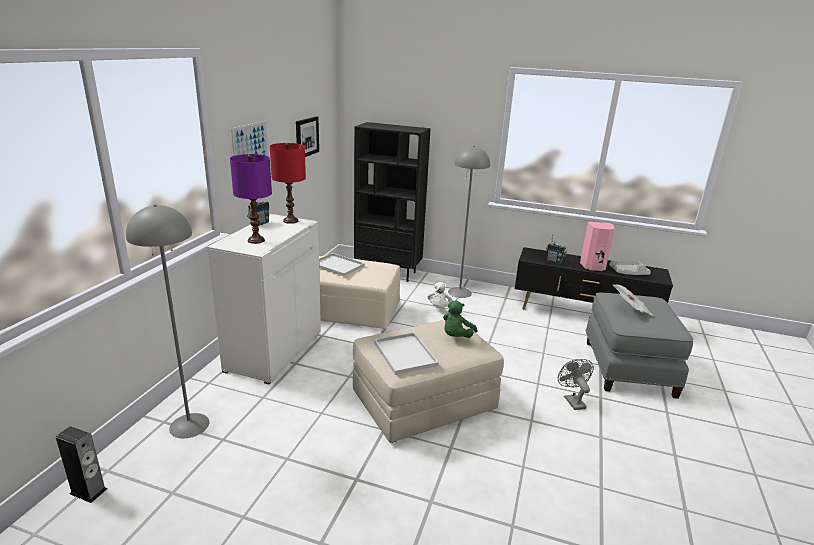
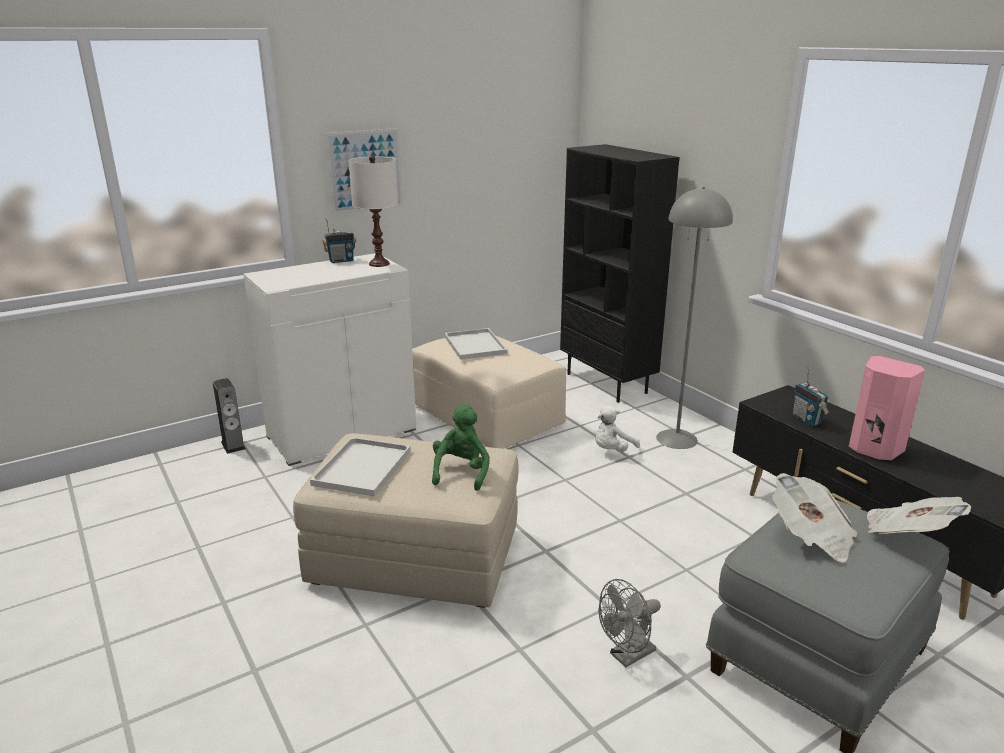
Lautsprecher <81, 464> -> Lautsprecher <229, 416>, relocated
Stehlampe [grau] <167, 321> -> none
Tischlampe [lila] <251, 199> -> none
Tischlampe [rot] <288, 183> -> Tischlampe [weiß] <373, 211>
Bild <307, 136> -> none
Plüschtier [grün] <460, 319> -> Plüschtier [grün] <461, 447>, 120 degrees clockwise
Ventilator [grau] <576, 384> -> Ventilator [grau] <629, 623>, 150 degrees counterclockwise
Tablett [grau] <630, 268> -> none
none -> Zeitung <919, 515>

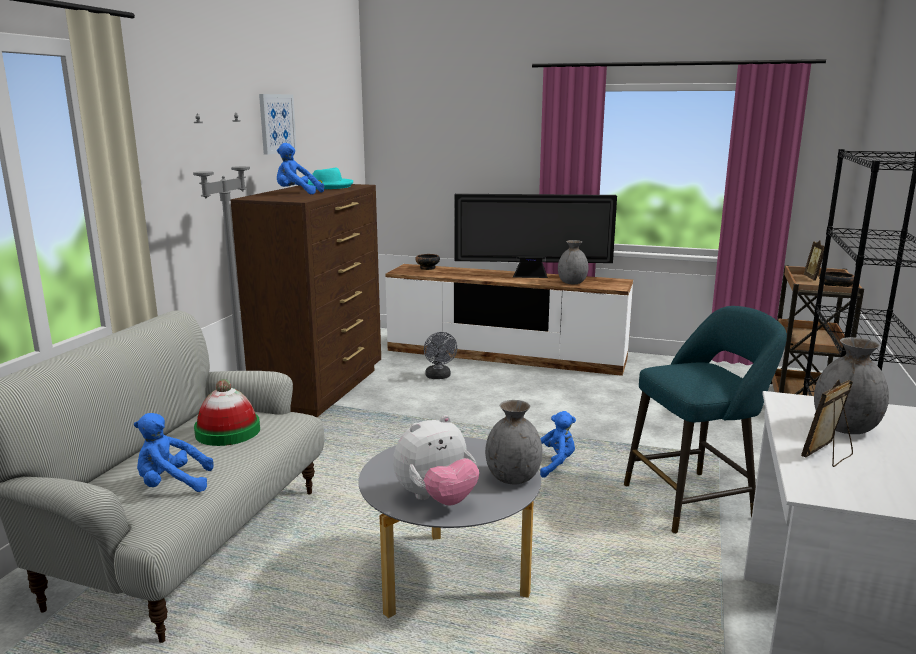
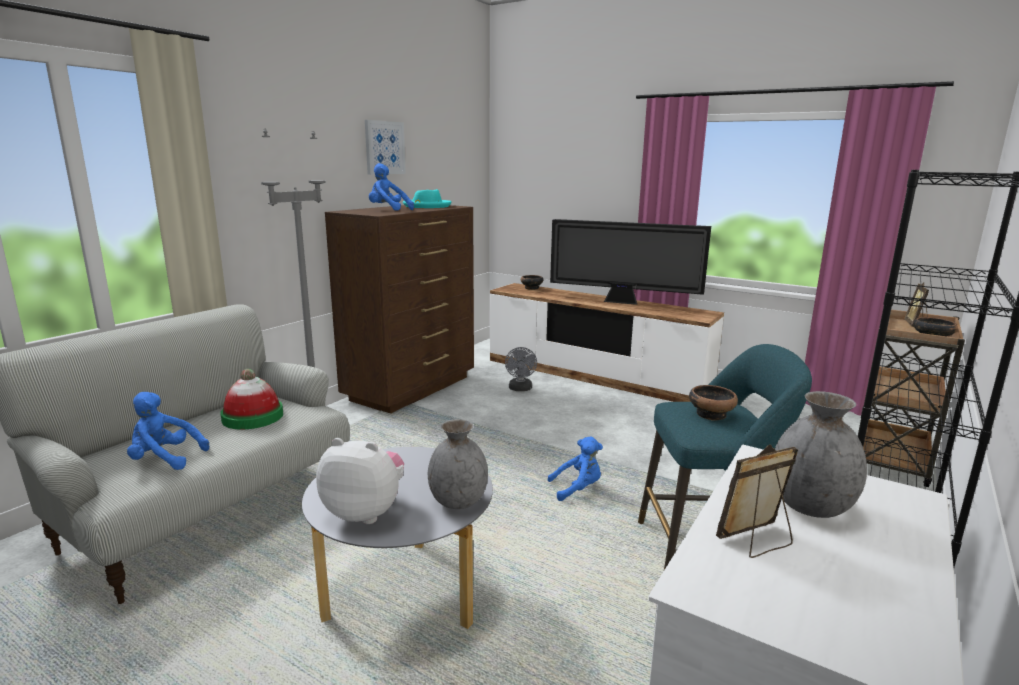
Plüschtier <436, 460> -> Plüschtier <360, 481>, 150 degrees counterclockwise
Vase [grau] <573, 262> -> none
none -> Schüssel <713, 402>

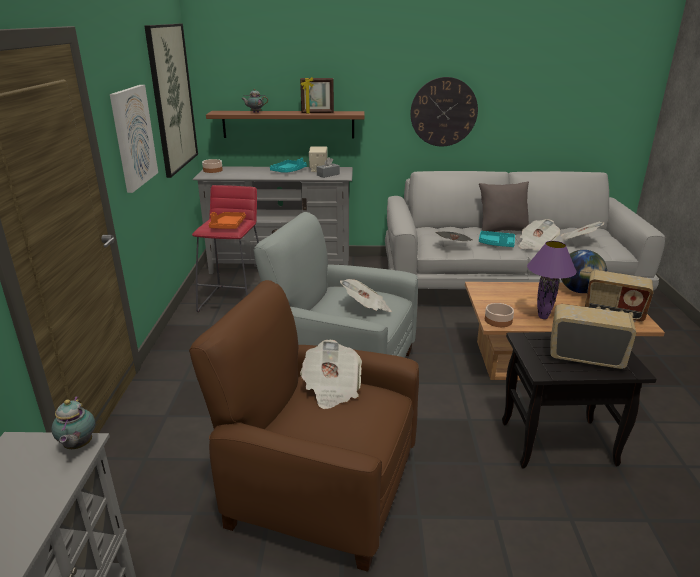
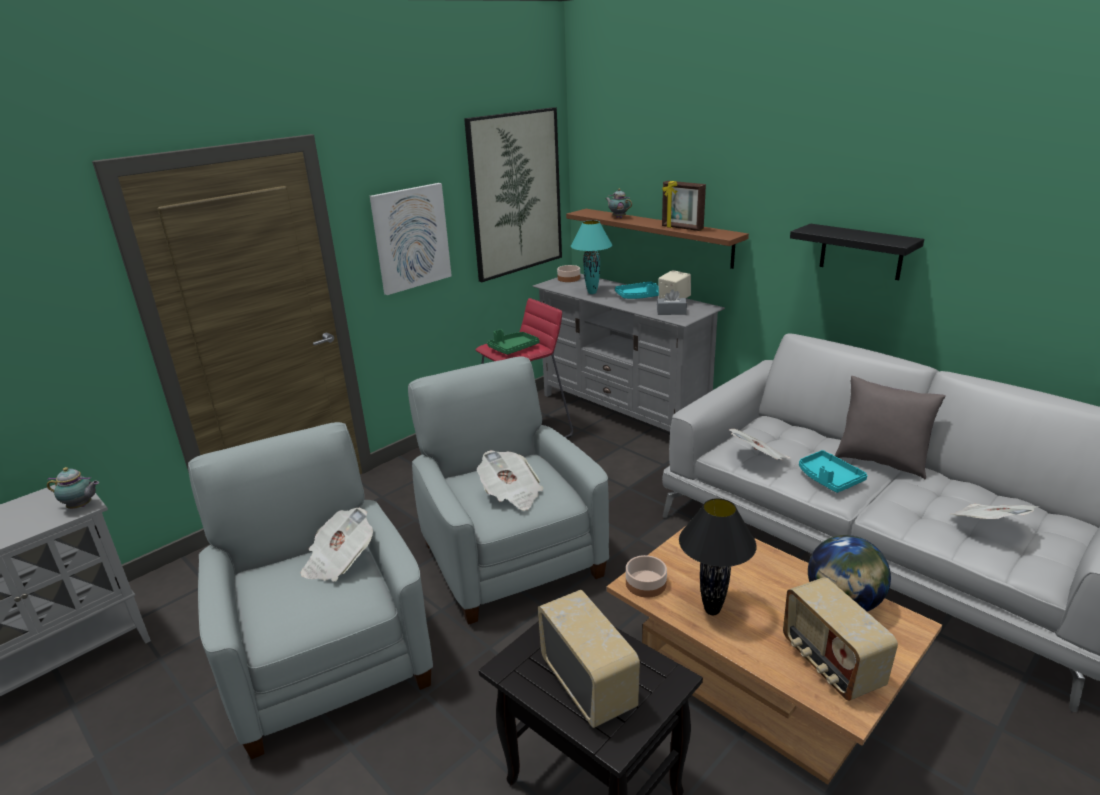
Teekanne <73, 422> -> Teekanne <73, 488>, 120 degrees counterclockwise
Sessel [braun] <304, 426> -> Sessel [grau] <310, 590>
Tablett [orange] <227, 220> -> Tablett [grün] <513, 342>
Wanduhr <444, 112> -> Wandregal [schwarz] <857, 252>
Zeitung <539, 234> -> none
Tischlampe [lila] <552, 280> -> Tischlampe [schwarz] <718, 556>
none -> Tischlampe [türkis] <591, 257>

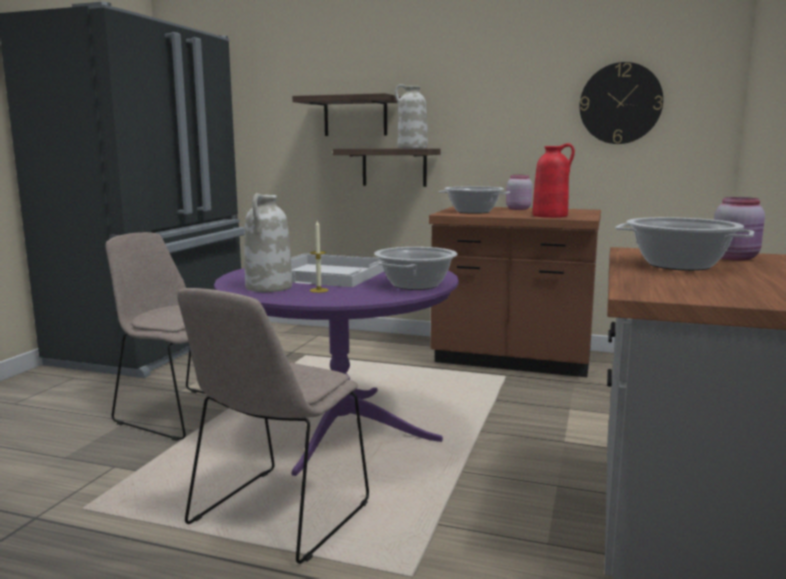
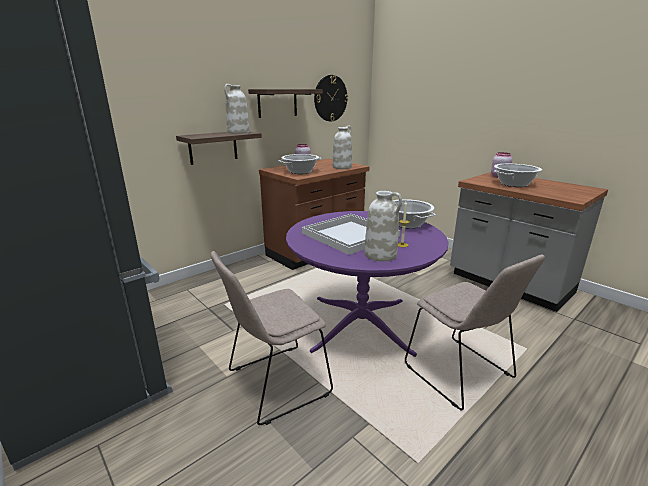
Wandregal <346, 114> -> Wandregal <285, 103>, relocated
Vase [rot] <553, 180> -> Vase [weiß] <342, 147>

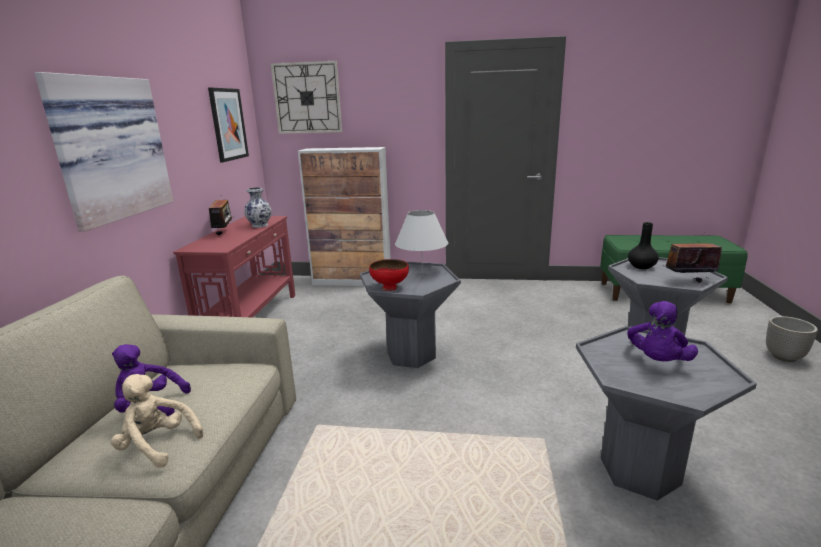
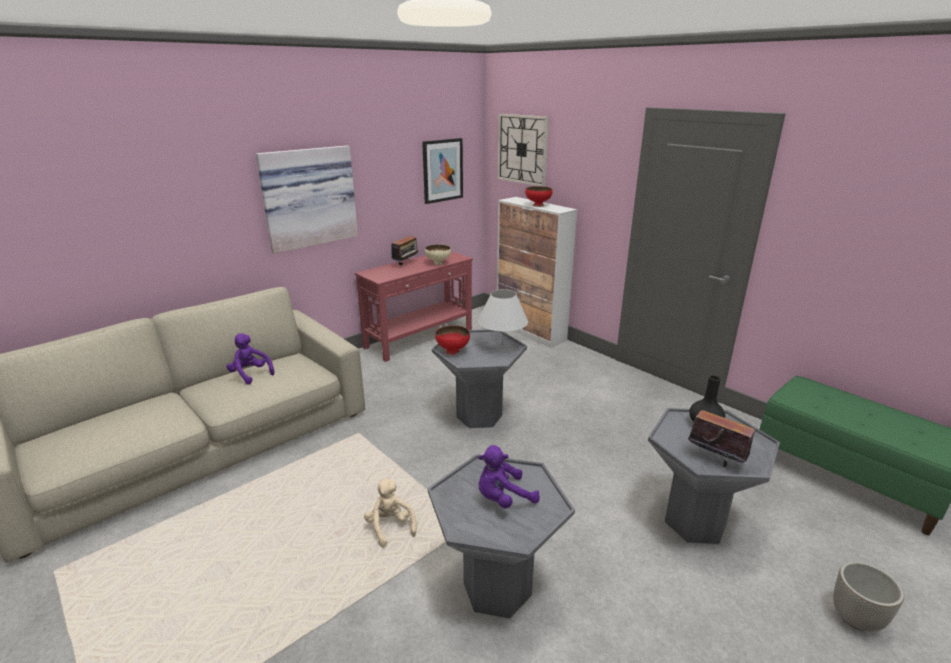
Plüschtier [beige] <157, 421> -> Plüschtier [beige] <390, 513>, relocated
Vase <258, 207> -> Schüssel [beige] <438, 254>
none -> Schüssel [rot] <539, 196>

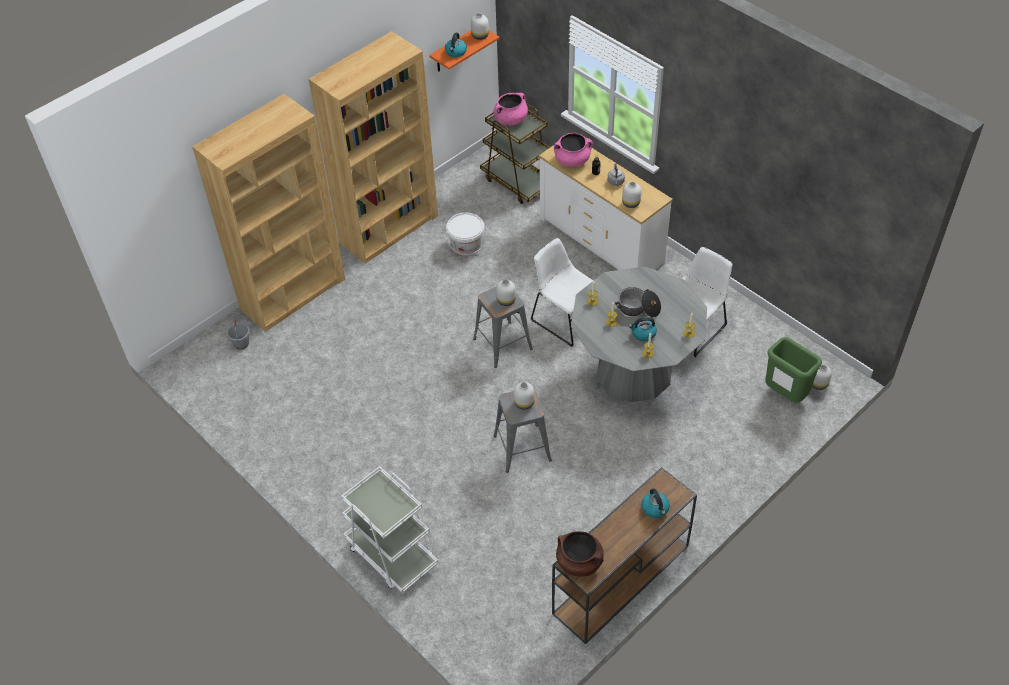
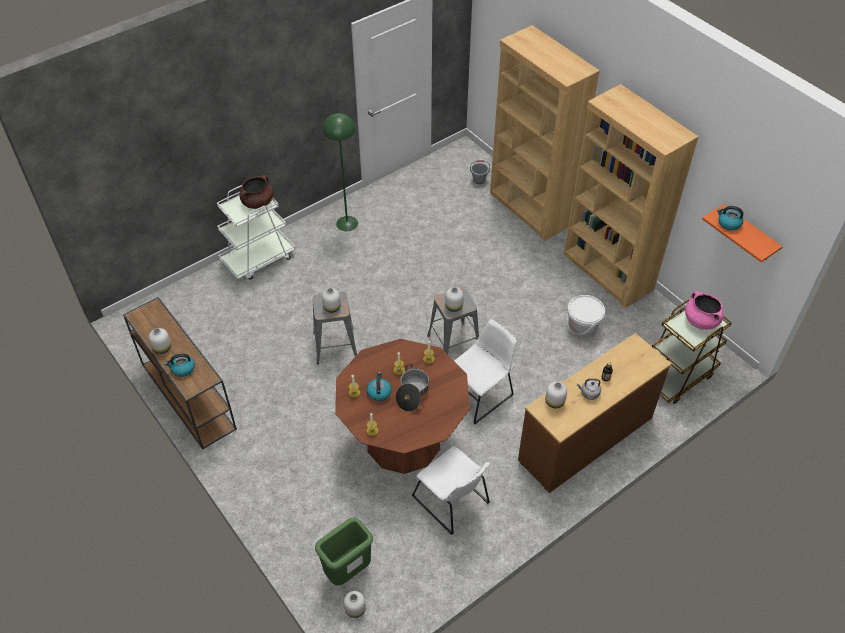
Vase [weiß] <480, 26> -> Vase [weiß] <160, 341>, relocated
Kommode [weiß] <606, 207> -> Kommode [braun] <594, 413>
Kochtopf [rosa] <573, 150> -> none
Kochtopf [braun] <580, 554> -> Kochtopf [braun] <256, 192>, relocated
Esstisch [grau] <639, 334> -> Esstisch [braun] <402, 406>
none -> Stehlampe [grün] <340, 172>

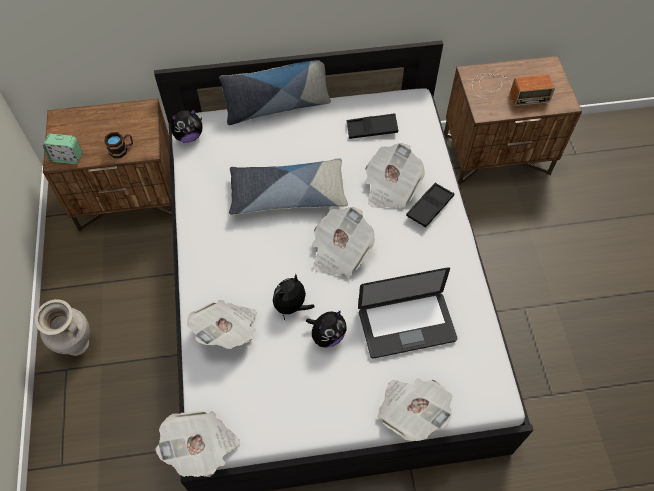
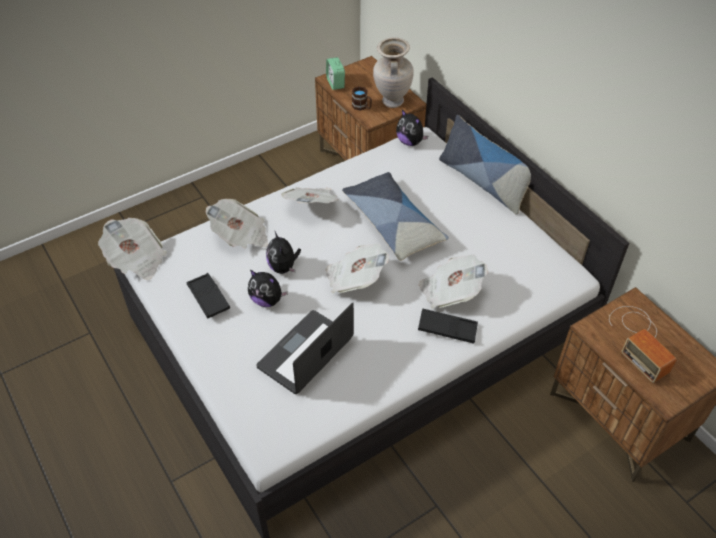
Vase [beige] <62, 327> -> Vase [beige] <393, 72>, relocated
Plüschtier <293, 297> -> Plüschtier <283, 252>, 120 degrees counterclockwise
Tablett [schwarz] <372, 126> -> Tablett [schwarz] <208, 295>, relocated
Laptop <408, 312> -> Laptop <305, 348>, 75 degrees clockwise
Zeitung <415, 410> -> Zeitung <309, 195>, relocated

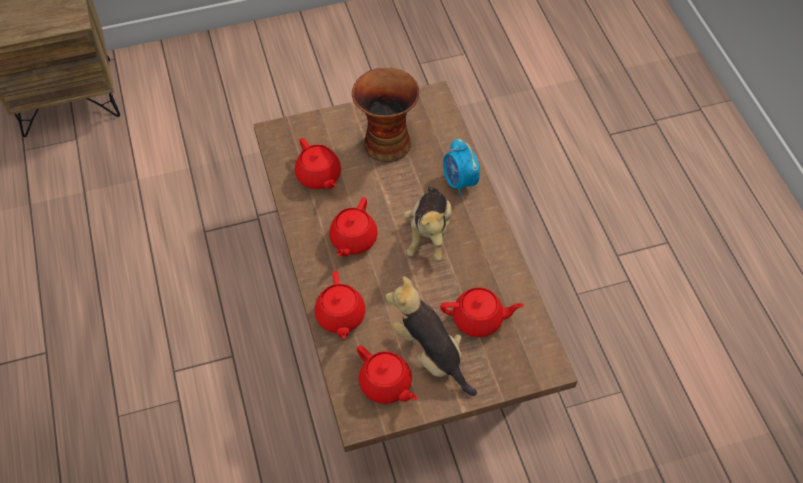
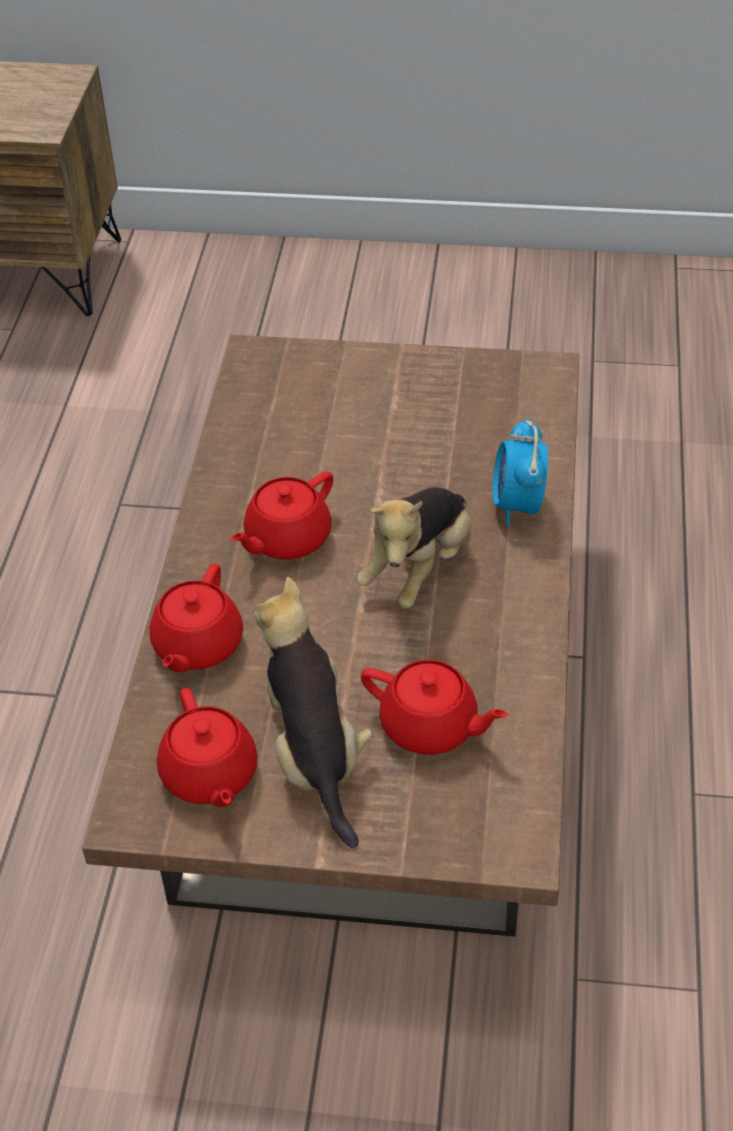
Teekanne [rot] <318, 163> -> none
Vase <385, 115> -> none

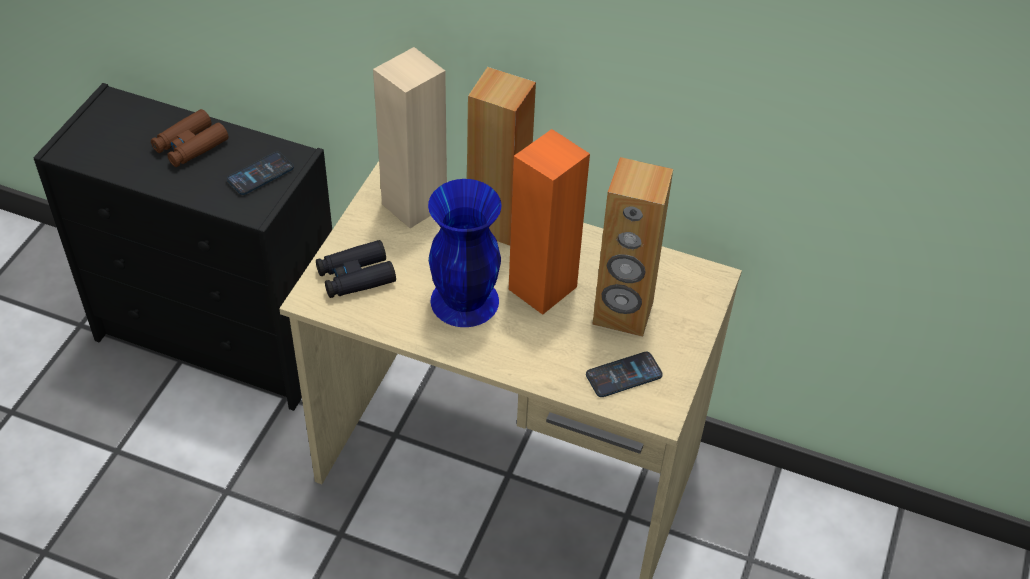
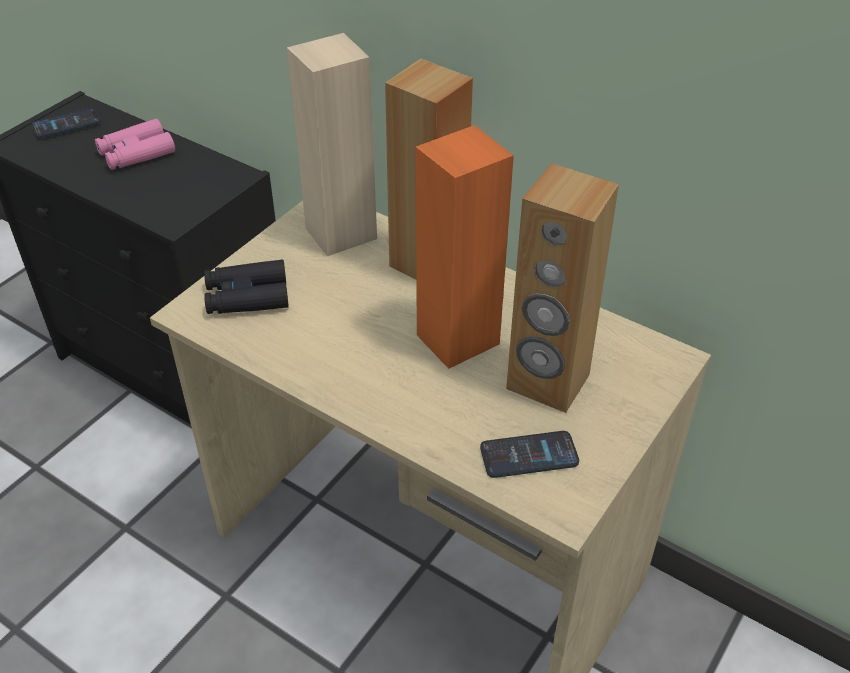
Fernglas [braun] <189, 138> -> Fernglas [rosa] <135, 144>
Handy <260, 173> -> Handy <66, 123>, relocated
Vase [blau] <464, 253> -> none

